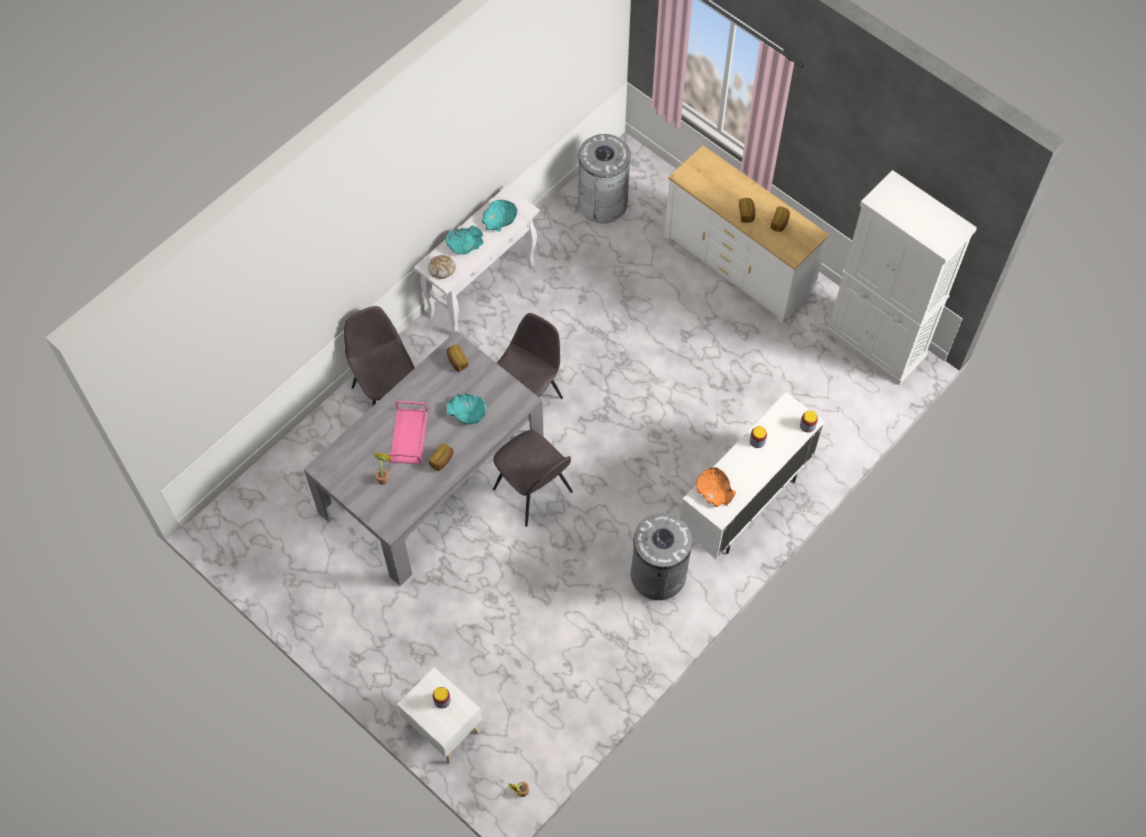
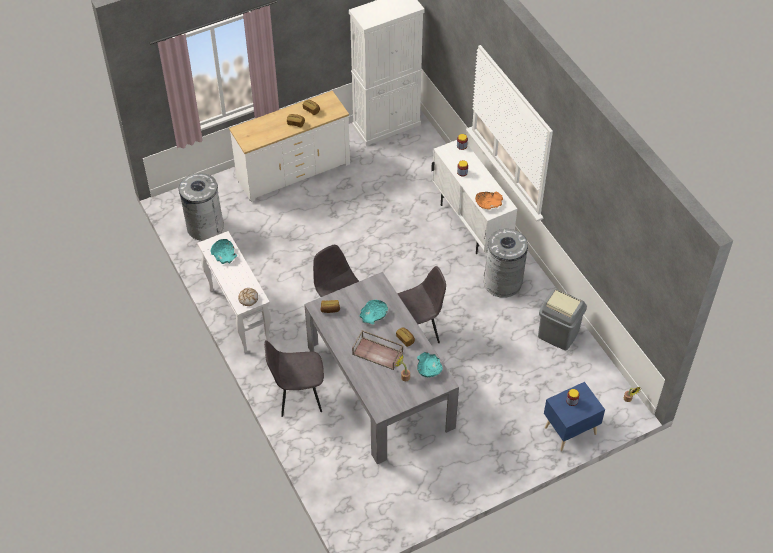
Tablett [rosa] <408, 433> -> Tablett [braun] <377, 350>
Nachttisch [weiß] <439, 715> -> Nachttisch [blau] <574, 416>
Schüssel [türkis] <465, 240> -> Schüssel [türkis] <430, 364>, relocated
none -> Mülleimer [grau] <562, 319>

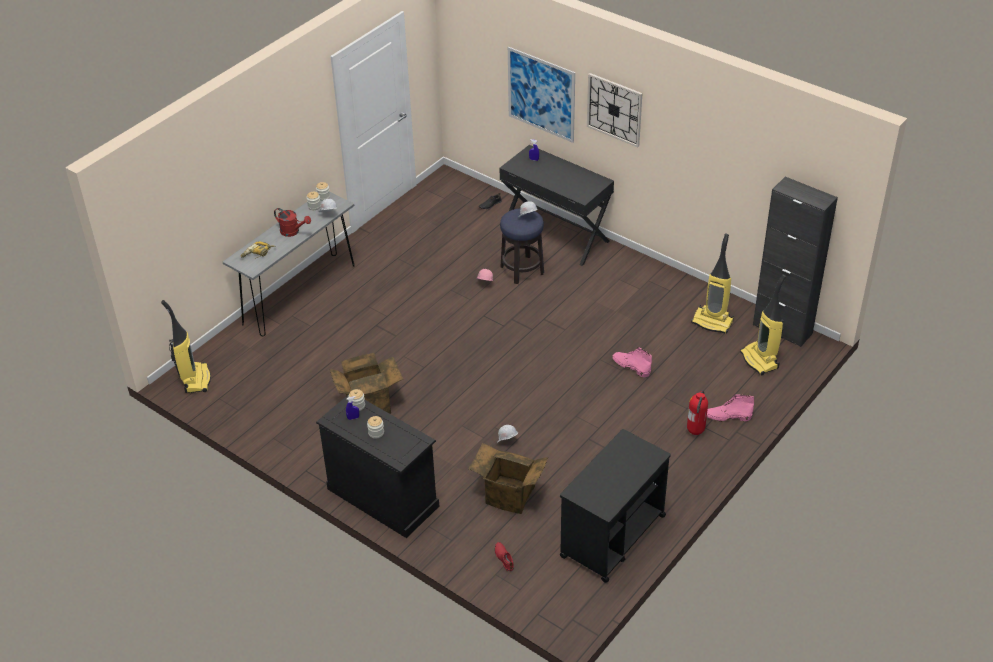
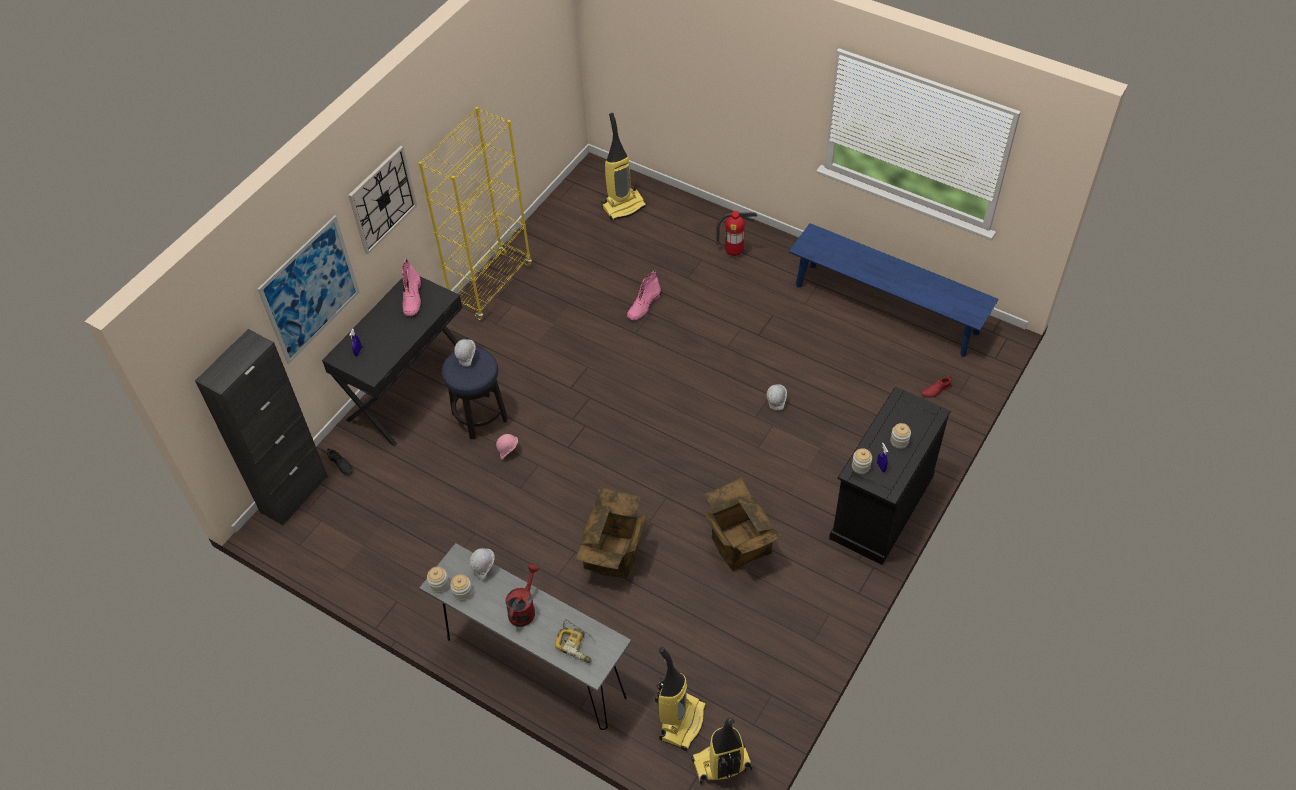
Karton <508, 478> -> Karton <611, 532>, relocated
Rollwagen [schwarz] <615, 506> -> Bank [blau] <894, 290>
Staubsauger <712, 284> -> Staubsauger <680, 699>, relocated
Stiefel [rosa] <730, 408> -> Stiefel [rosa] <411, 287>, relocated
Schrank [schwarz] <795, 262> -> Schrank [schwarz] <261, 427>, relocated
none -> Bücherregal [gelb] <475, 213>

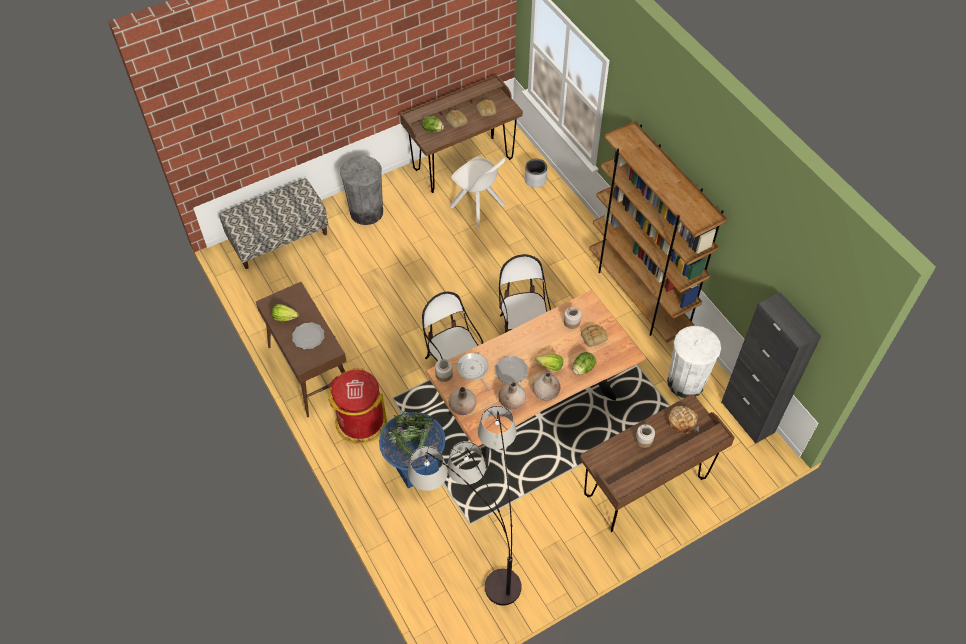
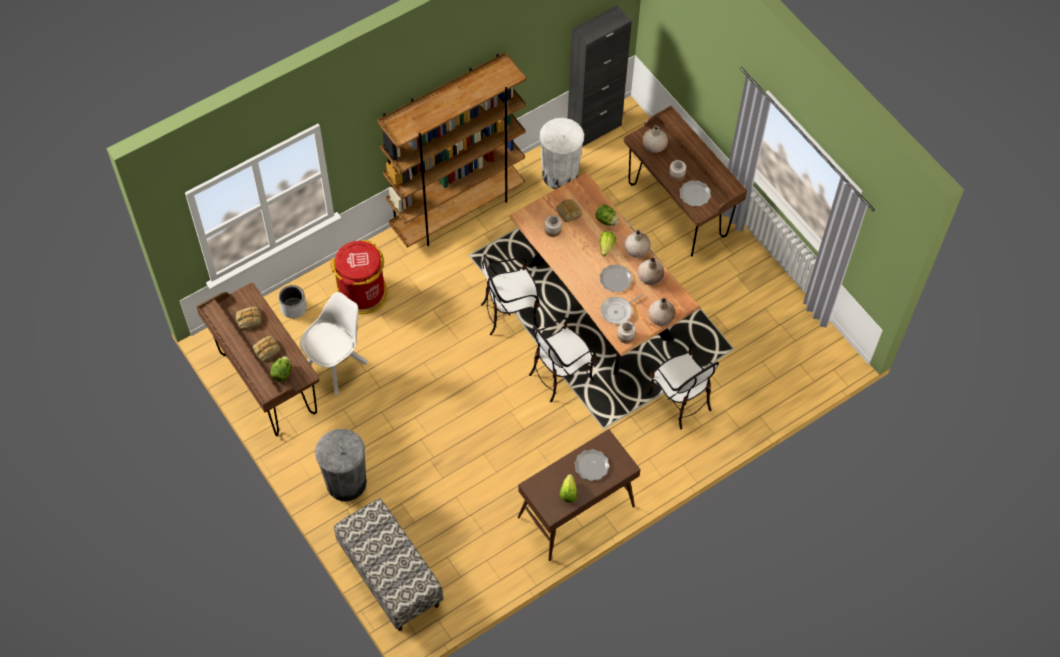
Mülleimer [rot] <358, 406> -> Mülleimer [rot] <359, 277>, relocated
Pflanzkübel [blau] <412, 450> -> Stuhl <683, 386>
Stehlampe <465, 505> -> none
Brot <683, 420> -> Vase [beige] <655, 139>
none -> Teller <695, 193>

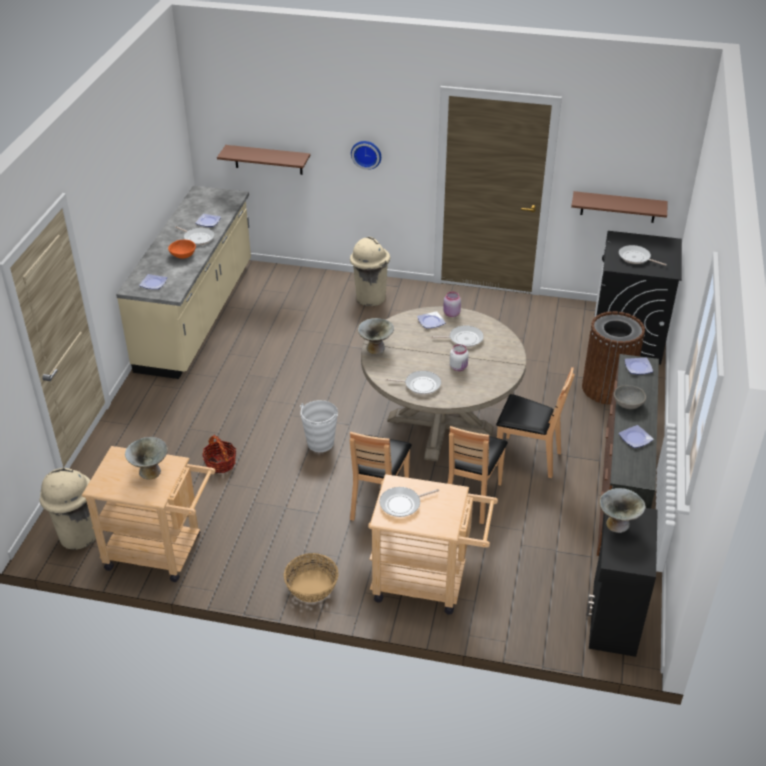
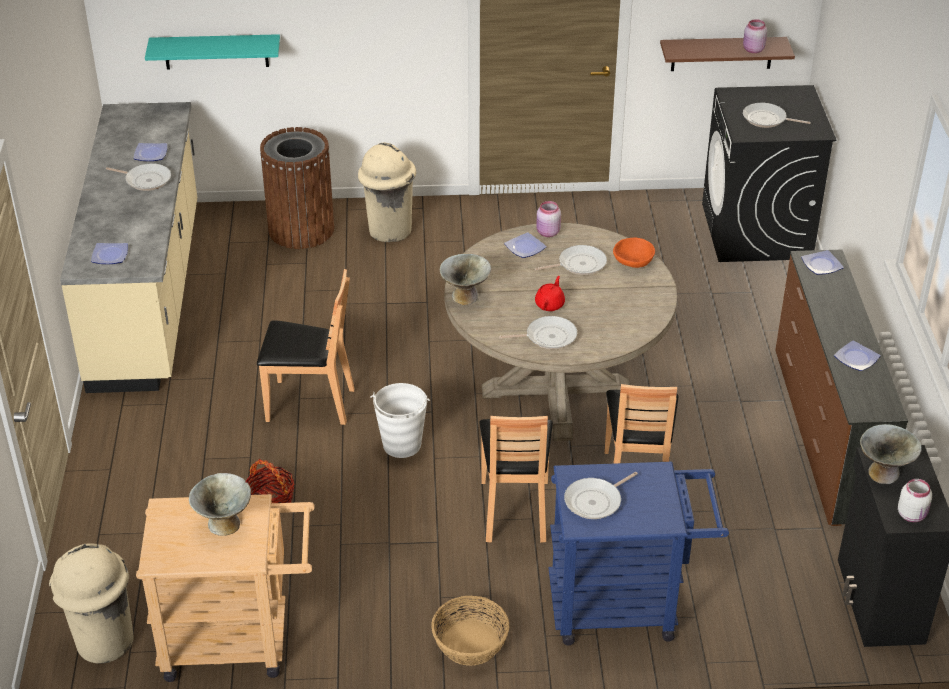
Schüssel [orange] <182, 249> -> Schüssel [orange] <634, 253>, relocated
Wandregal [braun] <263, 160> -> Wandregal [türkis] <212, 52>
Wanduhr <366, 155> -> none
Rollwagen [beige] <433, 544> -> Rollwagen [blau] <639, 553>
Vorratsglas [weiß] <459, 357> -> Vorratsglas [weiß] <915, 500>, relocated
Stuhl [braun] <535, 422> -> Stuhl [braun] <305, 347>, relocated
Mülleimer [braun] <613, 358> -> Mülleimer [braun] <297, 188>, relocated
Schüssel [grau] <630, 397> -> none
none -> Teekanne [rot] <550, 293>
none -> Vorratsglas [rosa] <755, 36>

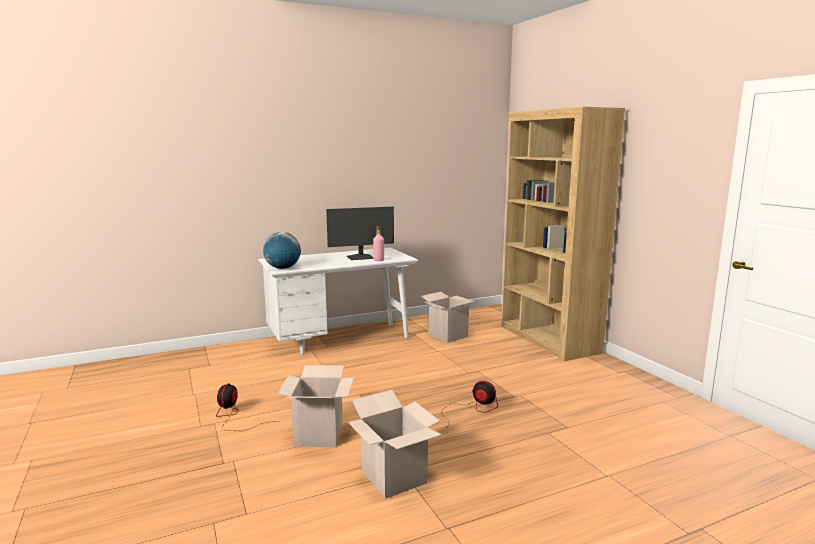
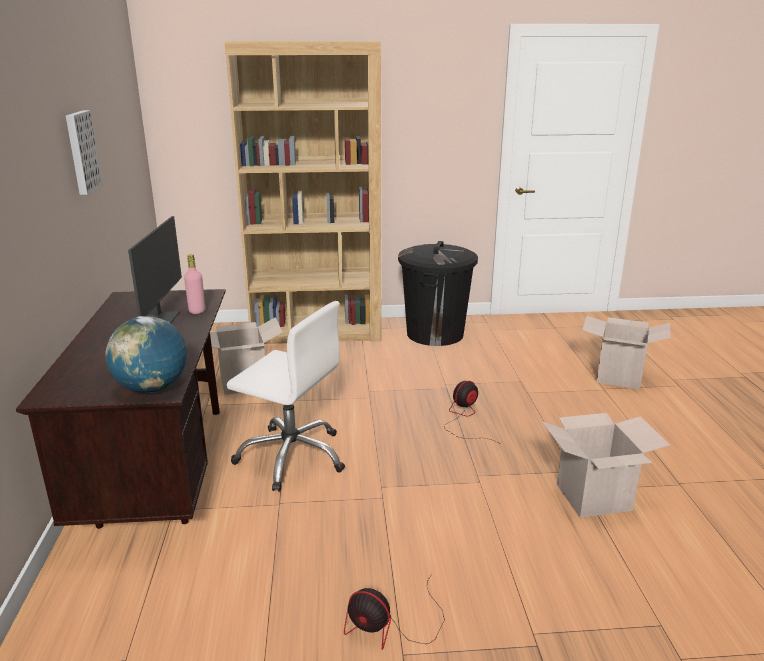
Schreibtisch [weiß] <338, 301> -> Schreibtisch [braun] <121, 409>
Karton <316, 406> -> Karton <626, 353>, relocated
none -> Bild <84, 152>
none -> Bürostuhl [weiß] <286, 396>
none -> Mülleimer [schwarz] <438, 293>

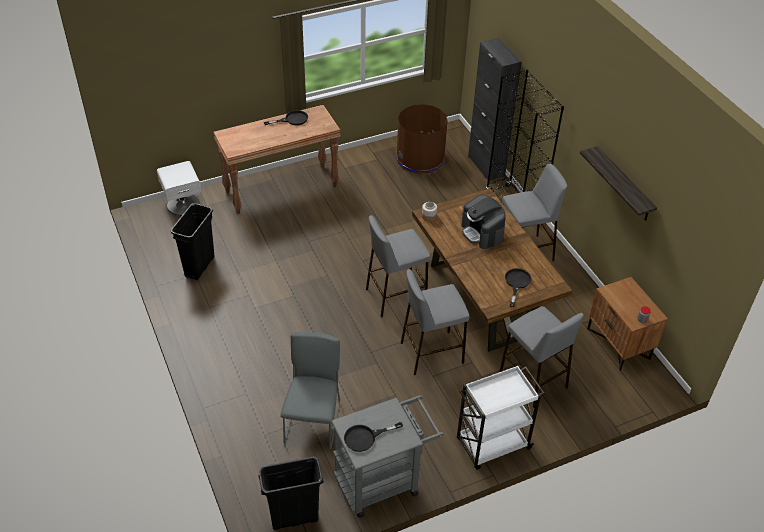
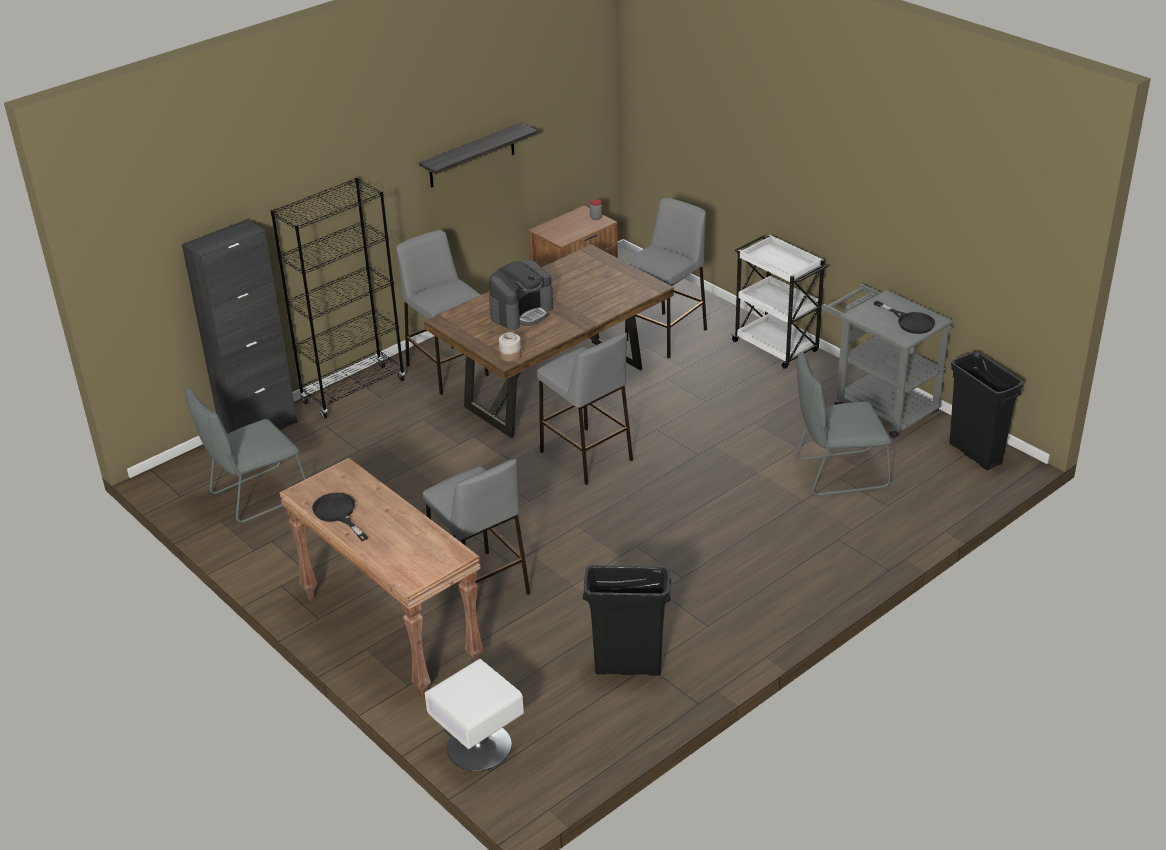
Mülleimer [braun] <422, 139> -> Stuhl [grau] <245, 455>
Hocker [grau] <435, 322> -> Hocker [grau] <476, 527>, relocated
Pfanne [schwarz] <518, 287> -> none

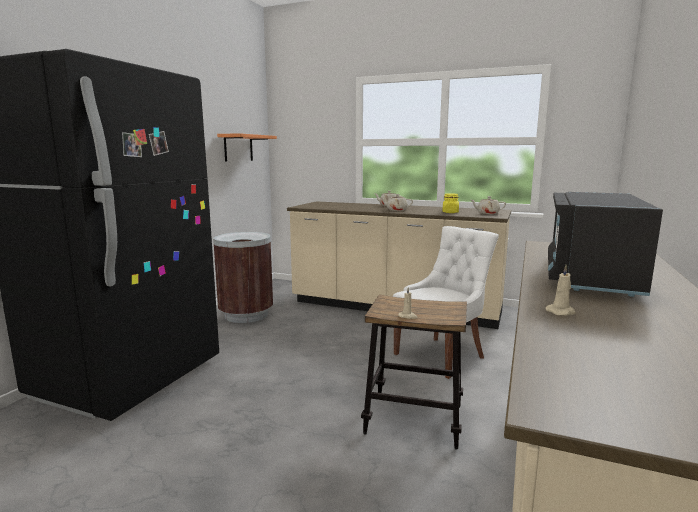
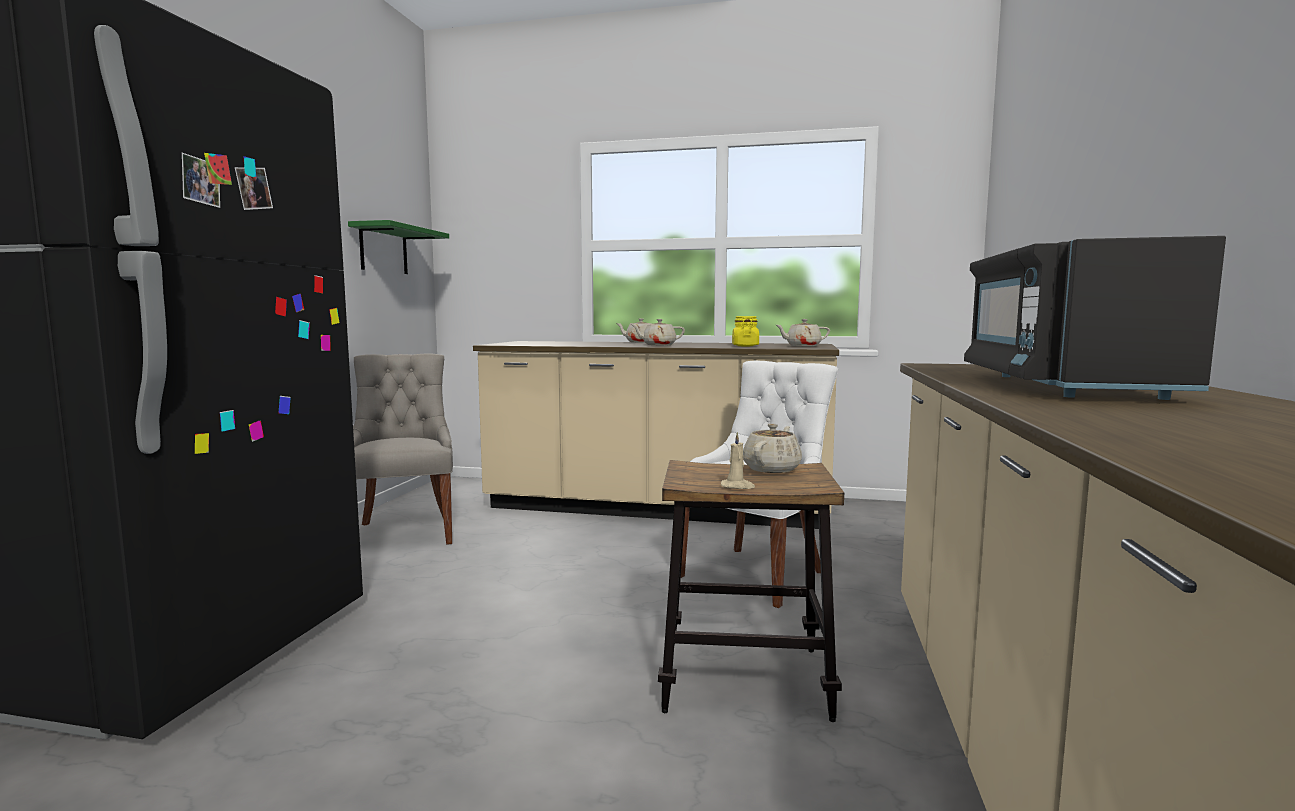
Mülleimer [braun] <243, 277> -> Stuhl [grau] <403, 449>
Wandregal [orange] <247, 147> -> Wandregal [grün] <398, 247>
Kerze [beige] <561, 290> -> none
none -> Teekanne [beige] <772, 448>

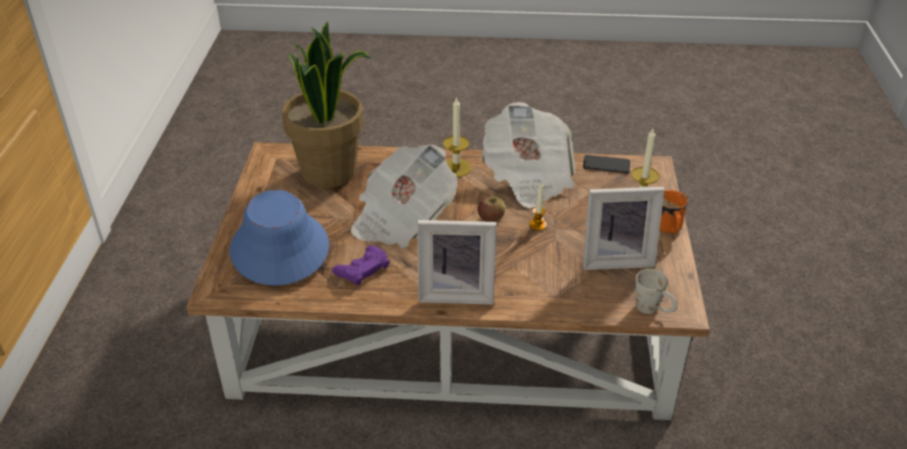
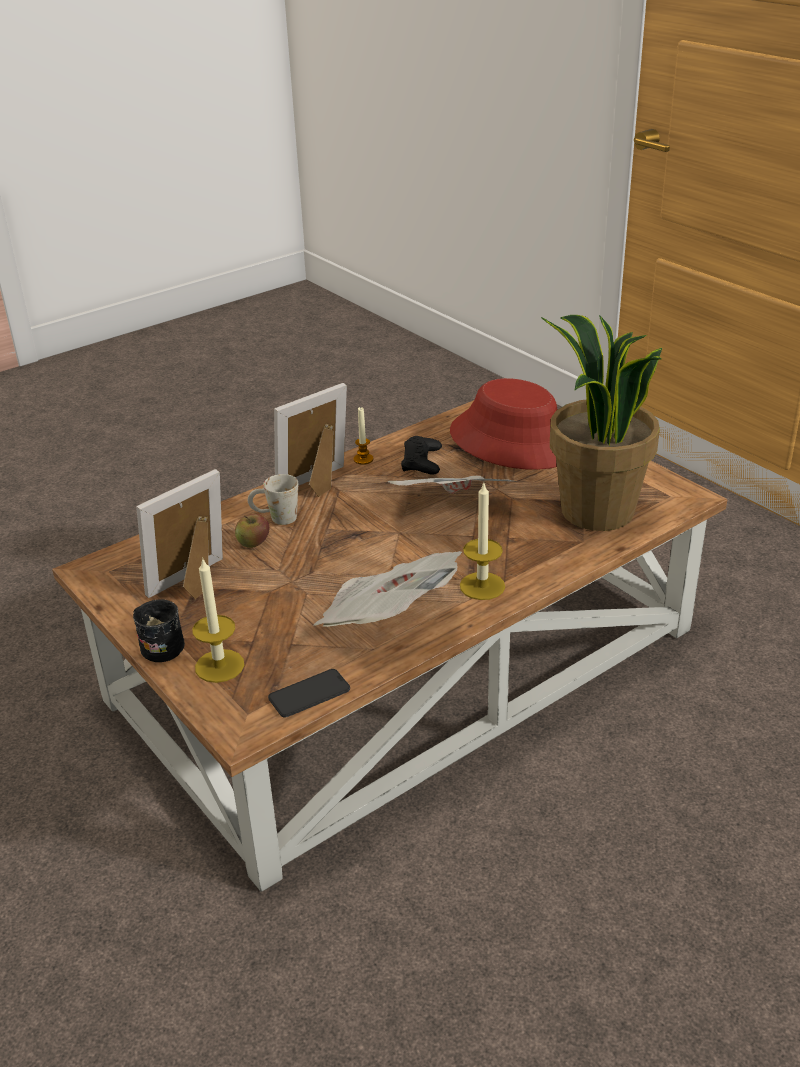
Hut [blau] <279, 238> -> Hut [rot] <503, 424>
Gamepad [lila] <361, 265> -> Gamepad [schwarz] <421, 455>
Apfel <491, 209> -> Apfel <252, 531>, relocated
Kerze <538, 207> -> Kerze <364, 436>, relocated
Henkelbecher [weiß] <656, 291> -> Henkelbecher [weiß] <273, 499>, relocated
Henkelbecher [orange] <674, 212> -> Henkelbecher [schwarz] <159, 630>

